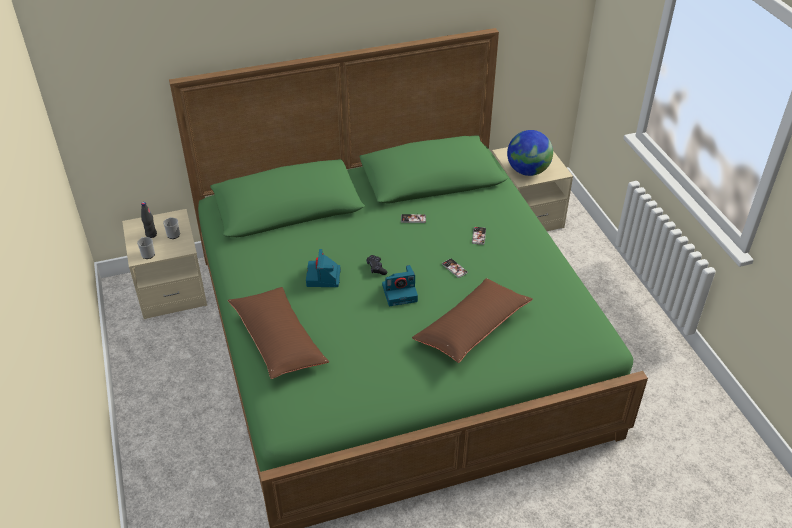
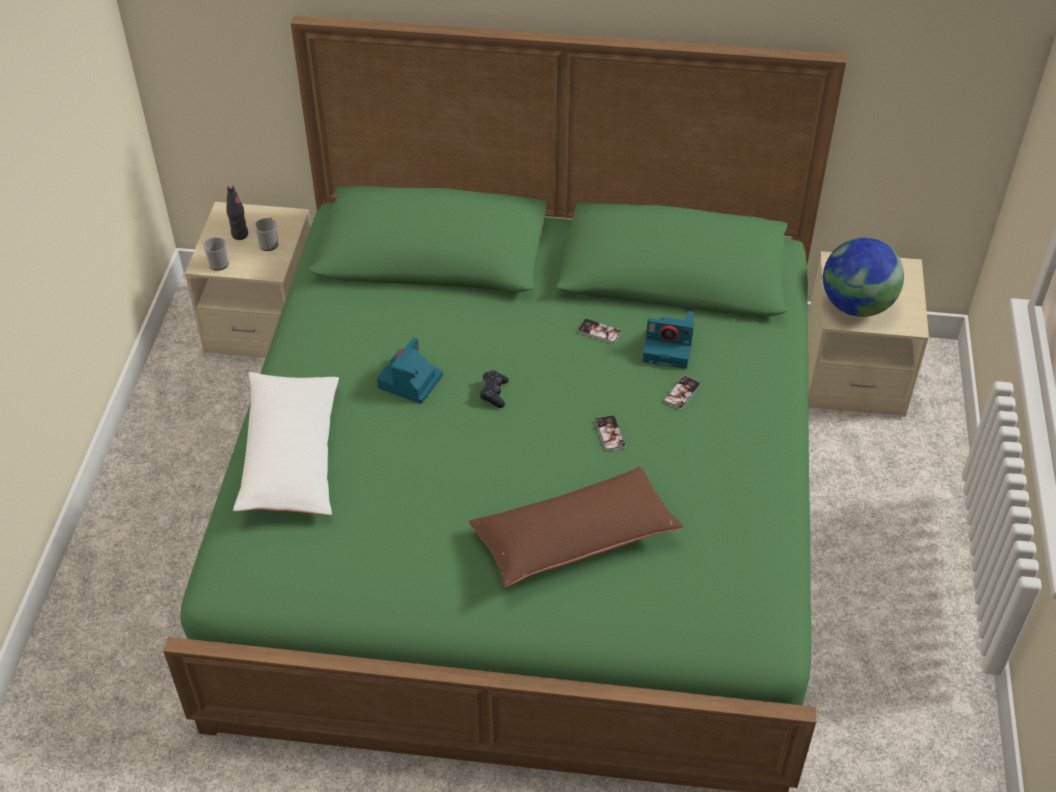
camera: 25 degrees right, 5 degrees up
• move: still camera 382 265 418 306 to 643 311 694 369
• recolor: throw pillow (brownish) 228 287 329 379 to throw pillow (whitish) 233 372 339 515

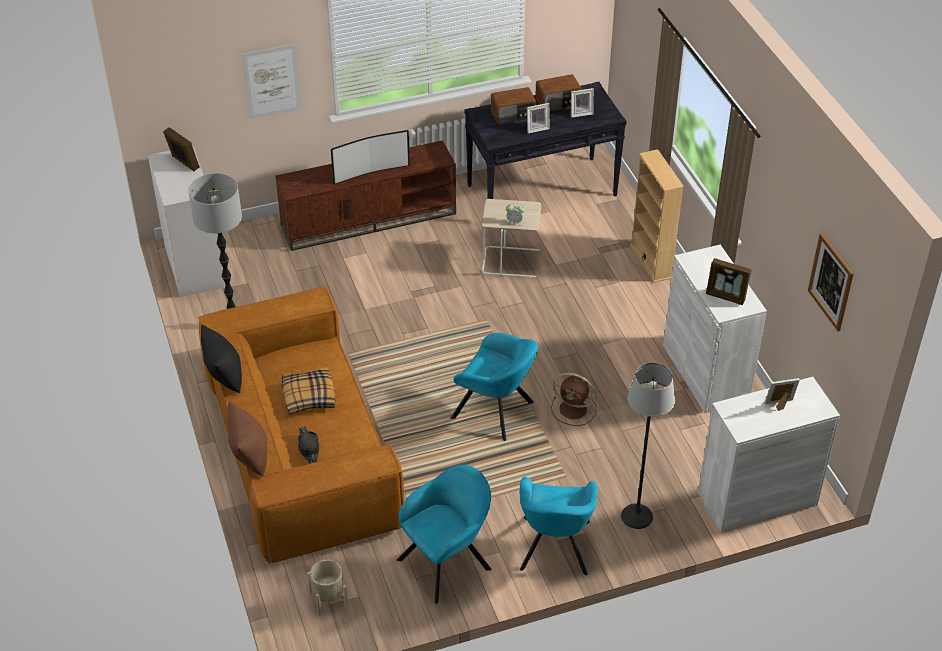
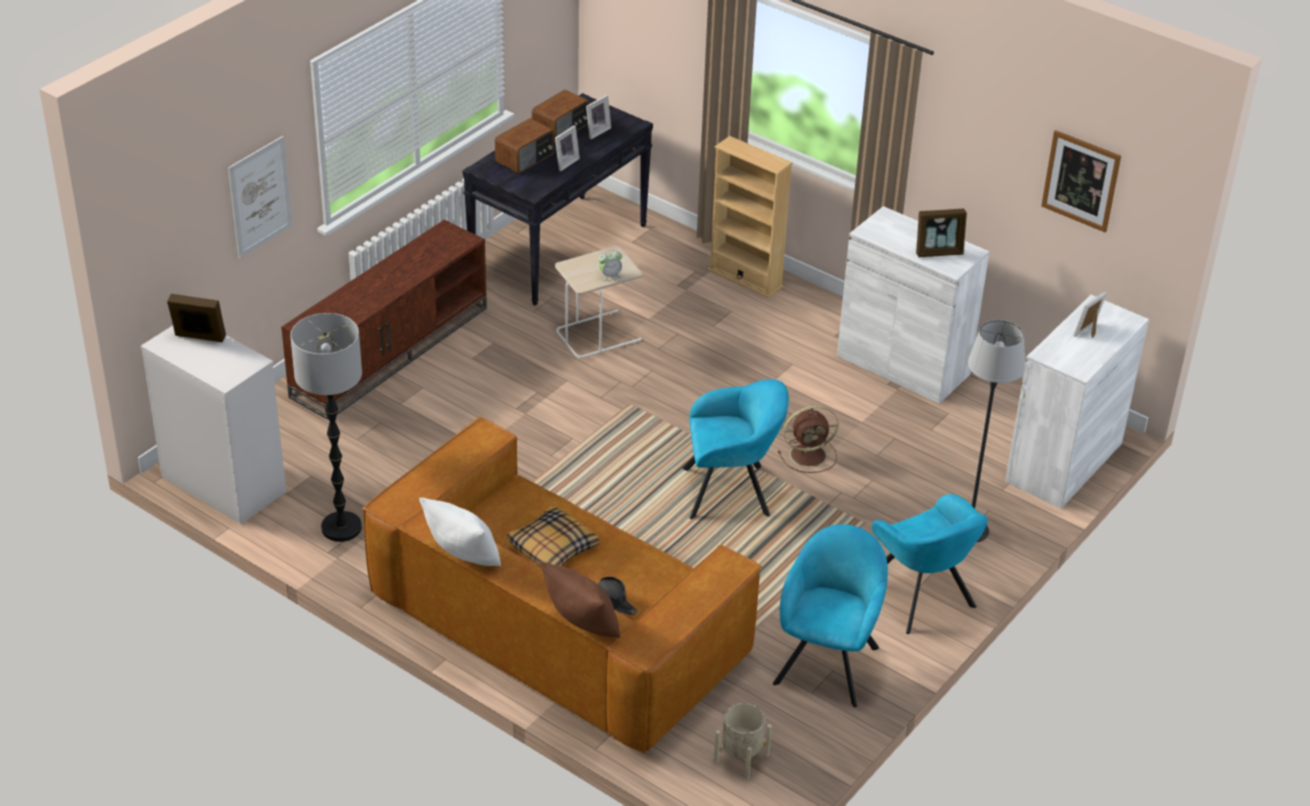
camera: 35 degrees left, 5 degrees down
• delete: TV set 331 130 410 184
• recolor: throw pillow (black-coloured) 201 324 242 394 to throw pillow (whitish) 419 498 501 566

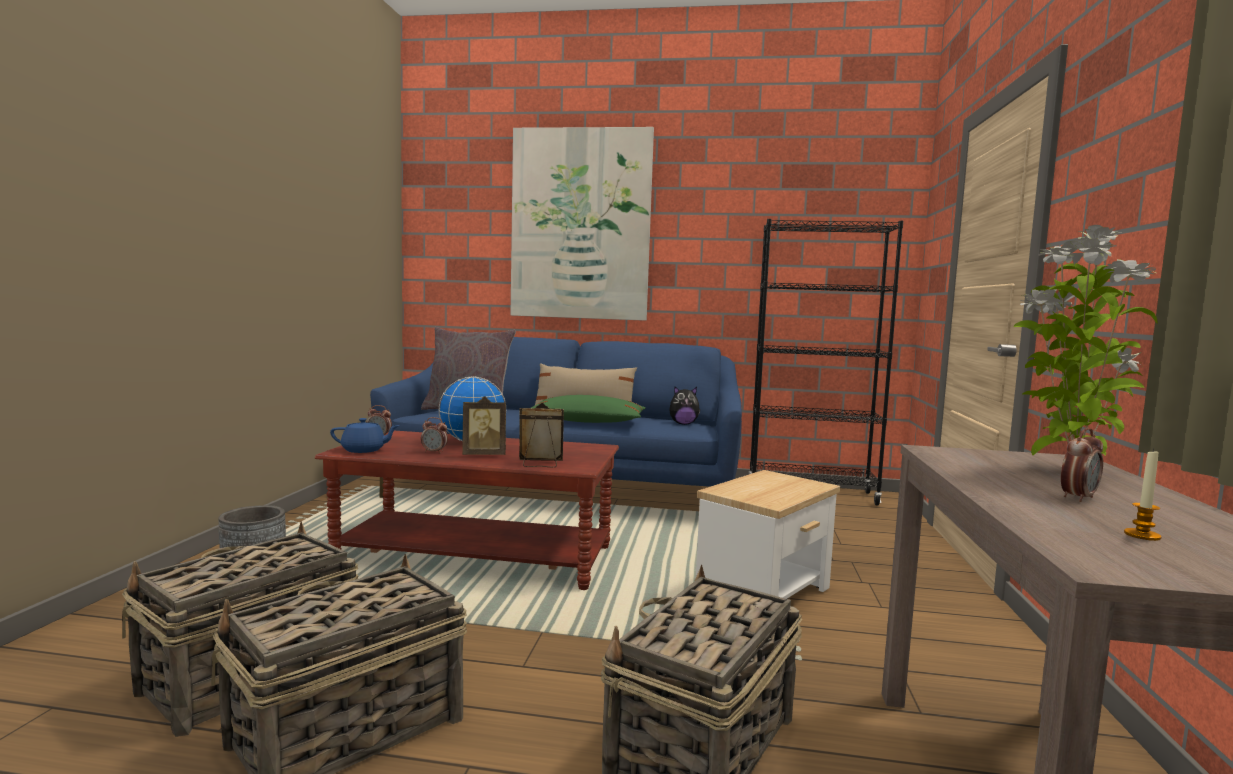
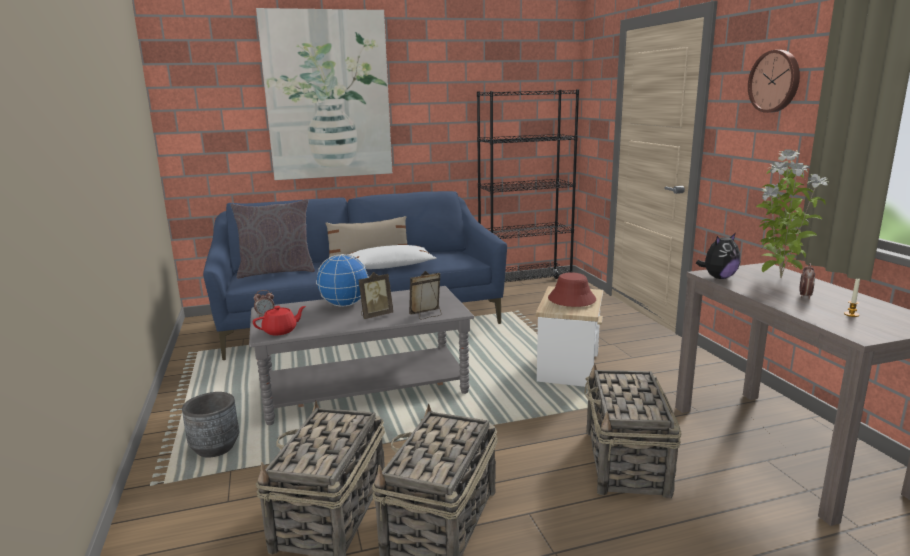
camera: 25 degrees left, 10 degrees up
• delete: table clock 421 417 448 453
• insert: hat (reddish) 548 272 596 307
• insert: clock on the wall 748 50 800 113
• move: soft toy 669 386 700 425 to 696 233 740 279
• recolor: low table (brownish) 315 431 619 590 to low table (gray) 249 286 474 425
• recolor: tea pot (blue-coloured) 330 418 400 453 to tea pot (reddish) 253 306 306 335
• recolor: throw pillow (green-coloured) 531 395 646 423 to throw pillow (whitish) 348 245 436 269

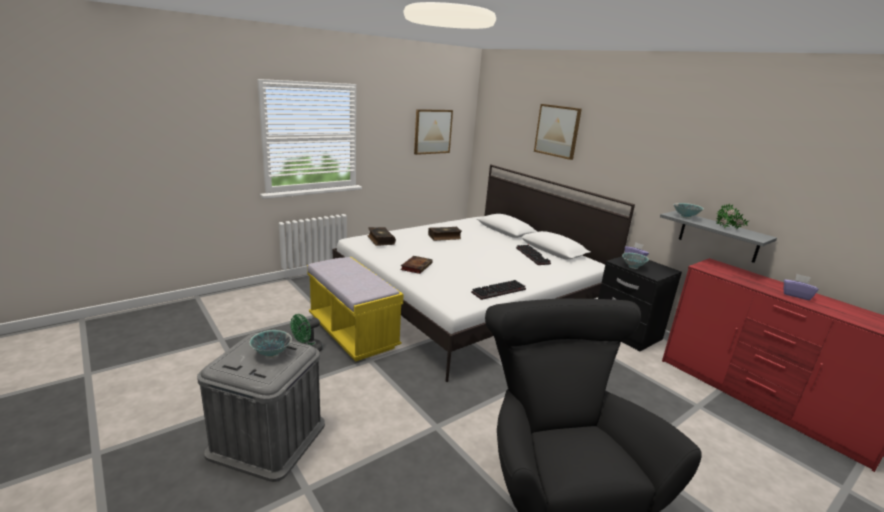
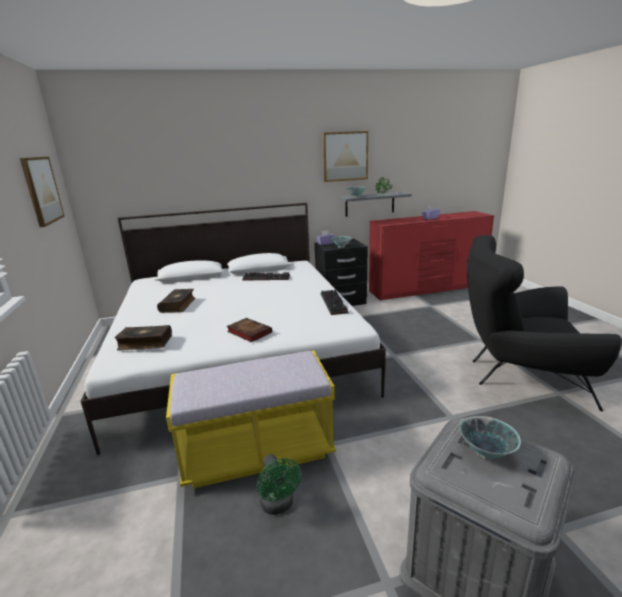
camera: 65 degrees left, 0 degrees up
• move: picture 534 104 582 160 to 323 131 368 182

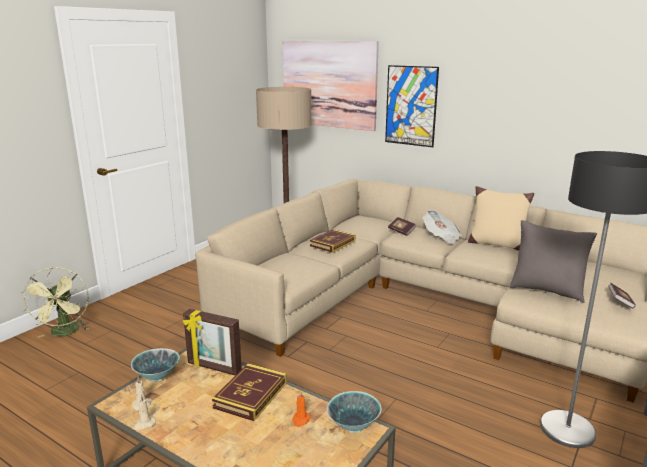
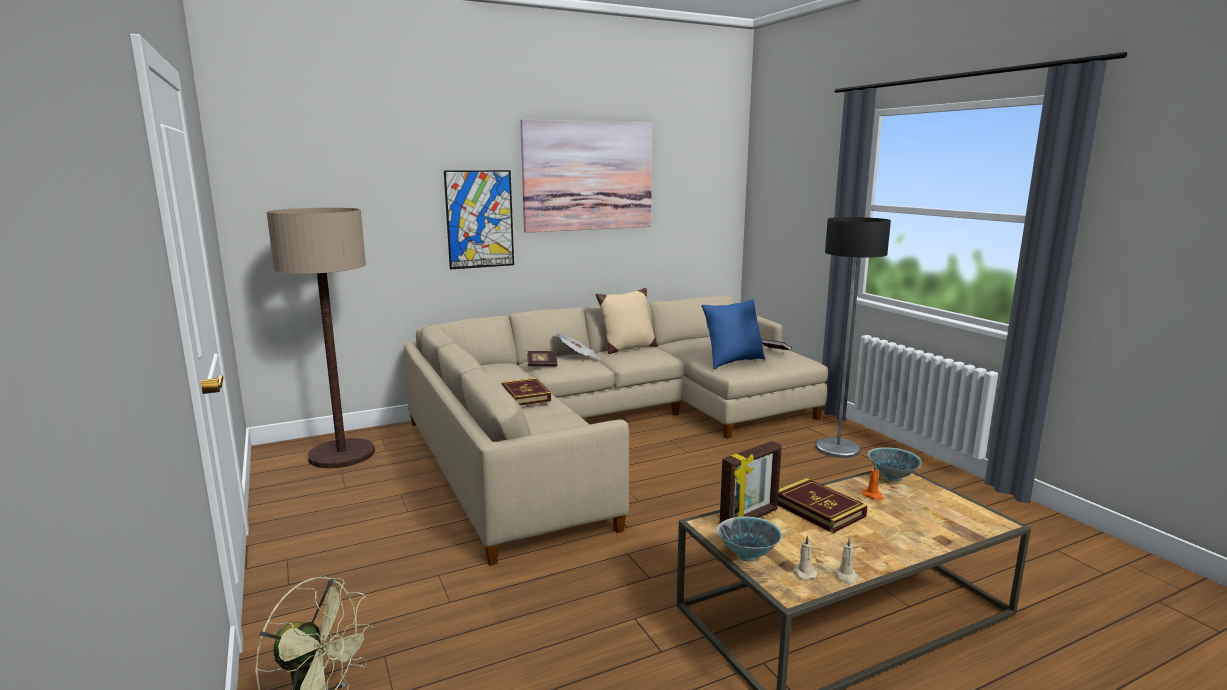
camera: 60 degrees left, 5 degrees down
• move: picture 283 41 379 131 to 520 119 653 233
• recolor: throw pillow (gray) 509 220 597 303 to throw pillow (blue-coloured) 701 299 765 369

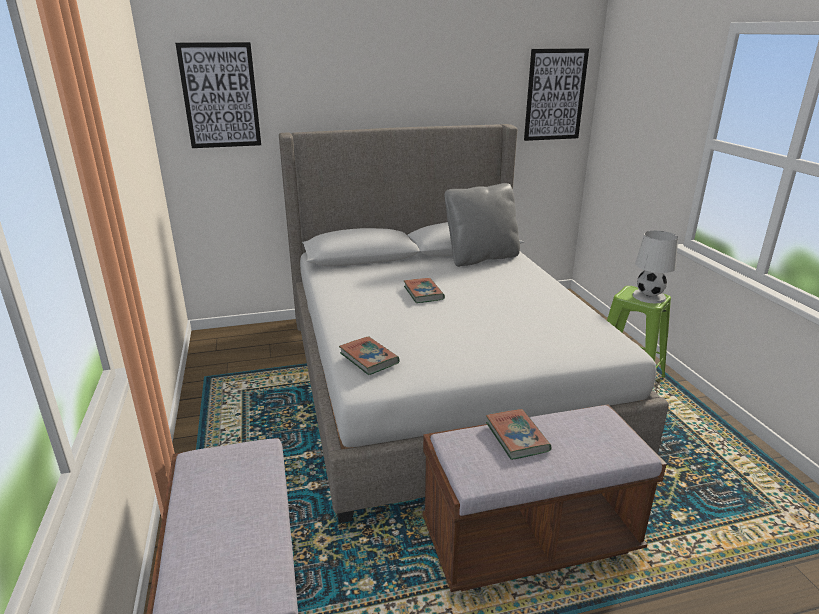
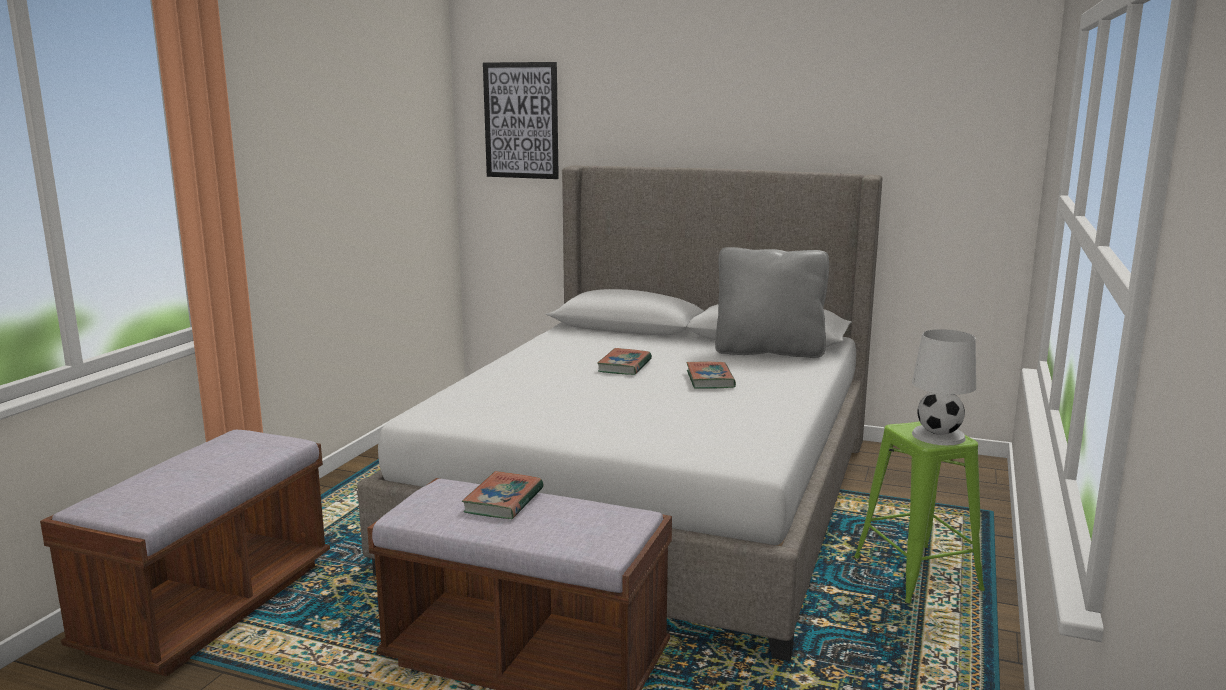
camera: 35 degrees right, 10 degrees down
• delete: picture 524 48 589 141
• move: bound book 339 336 400 375 to 686 362 736 389

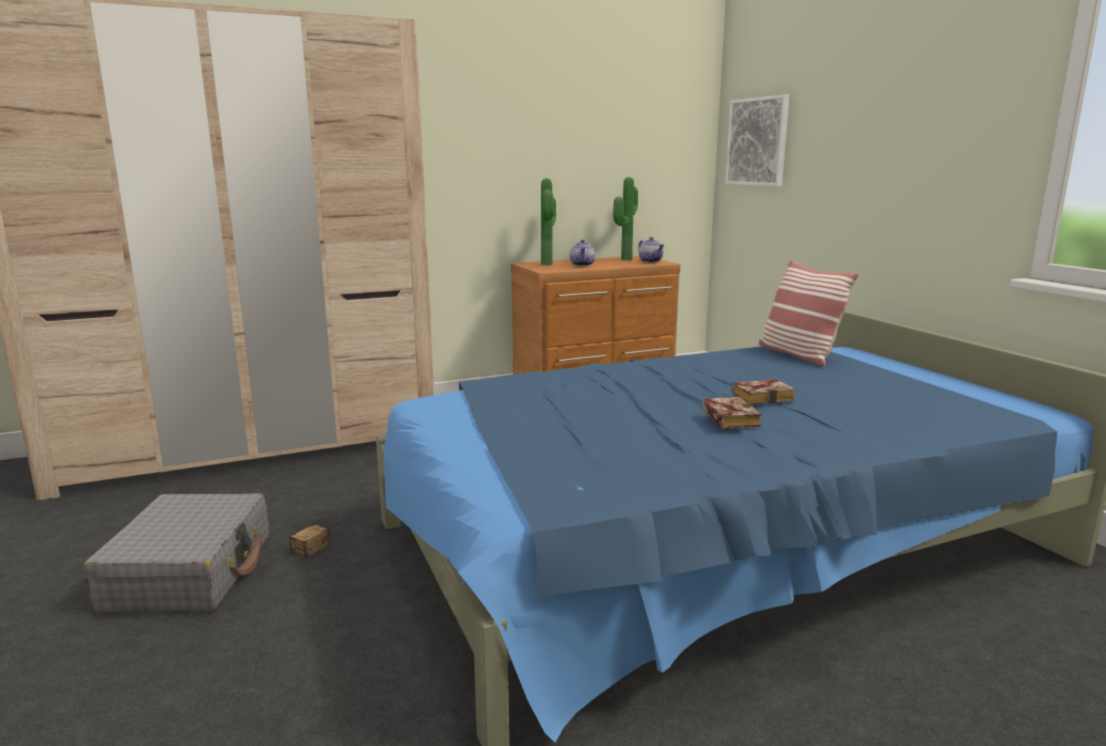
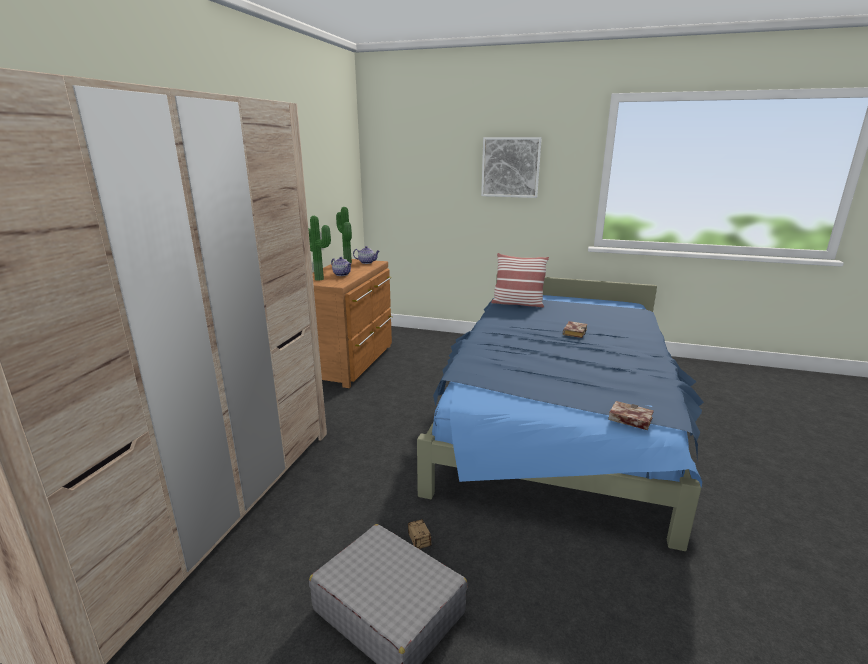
camera: 50 degrees left, 5 degrees up
• move: bound book 702 397 762 429 to 608 401 654 430
• move: picture 725 94 790 187 to 481 137 542 198

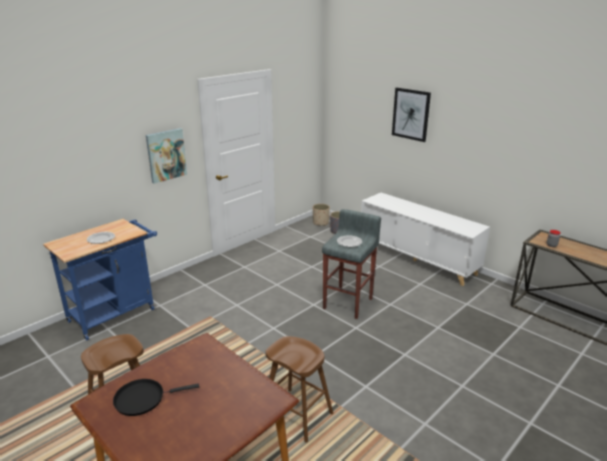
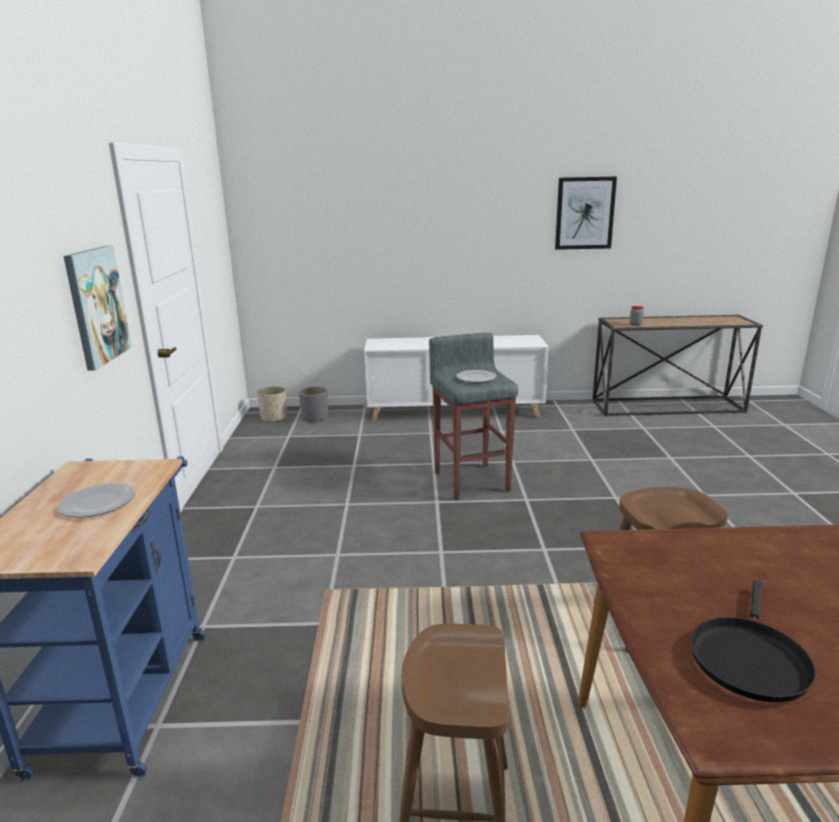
camera: 45 degrees left, 5 degrees down
• move: picture 392 88 431 142 to 555 177 617 250

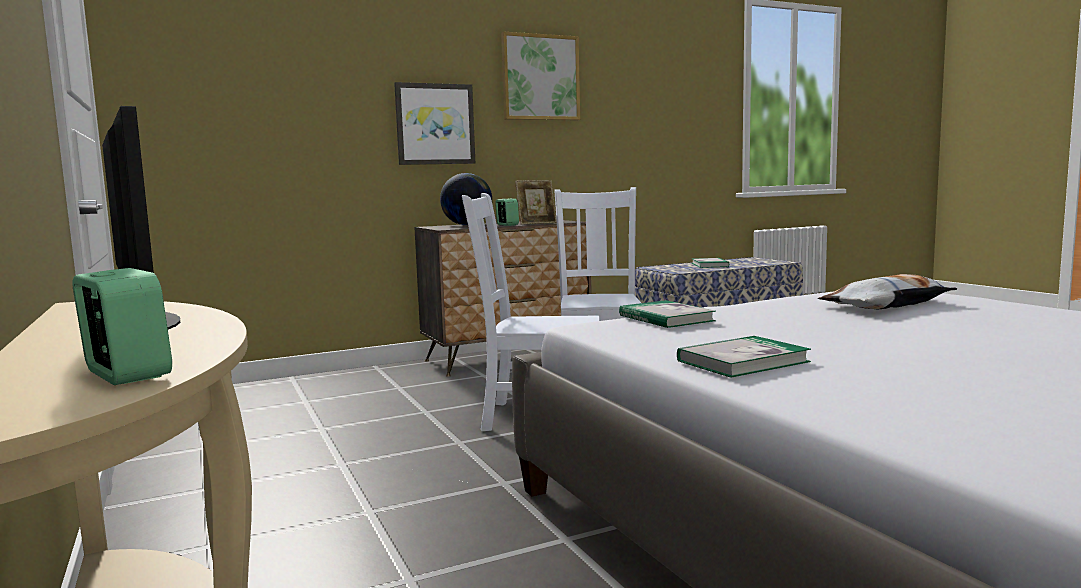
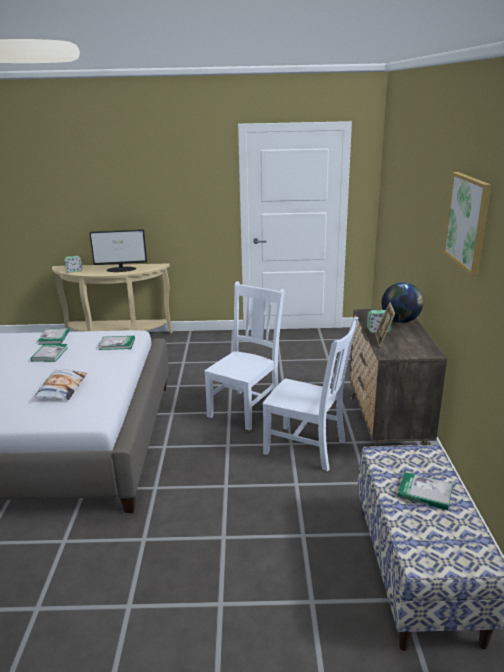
camera: 115 degrees right, 15 degrees up
• delete: picture 394 82 475 165
• insert: bound book 31 344 68 362

